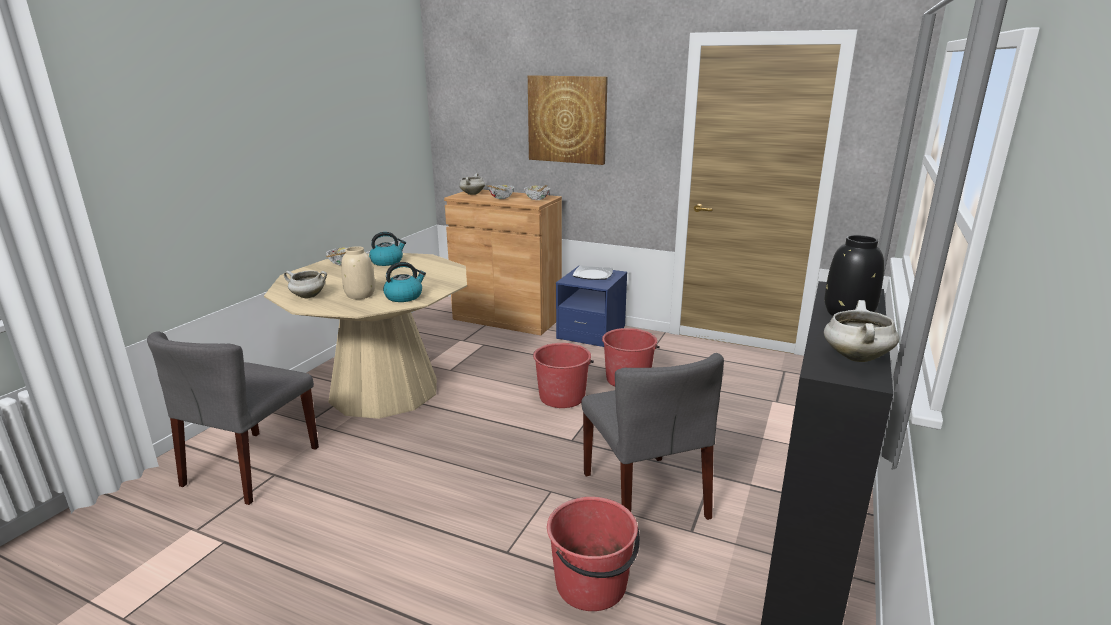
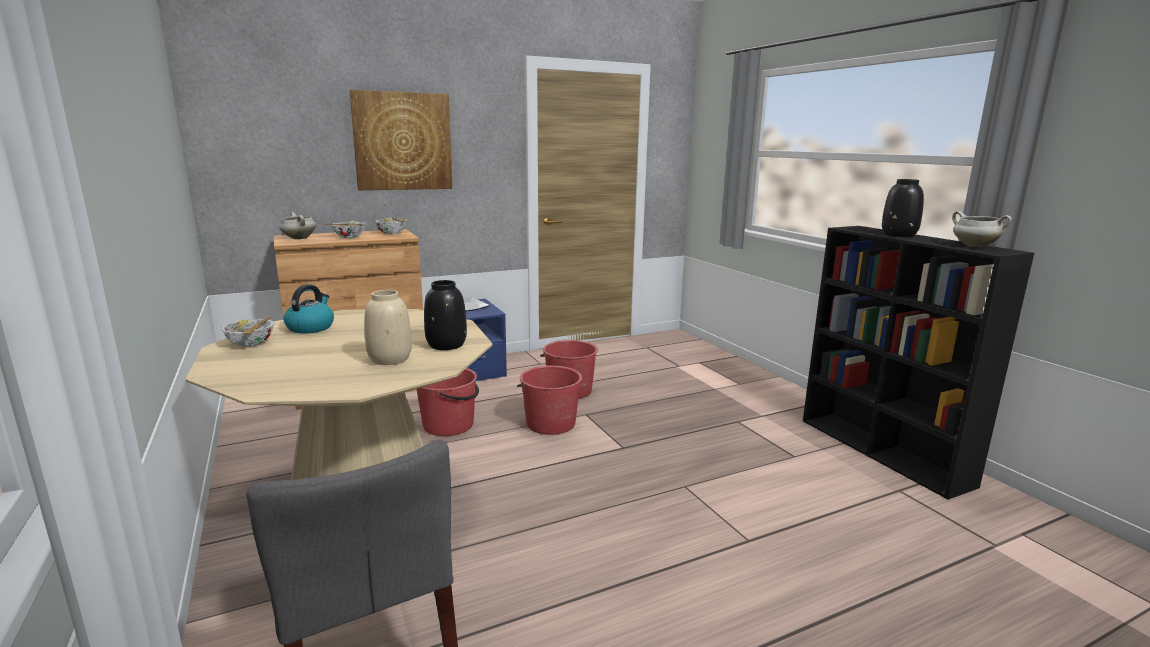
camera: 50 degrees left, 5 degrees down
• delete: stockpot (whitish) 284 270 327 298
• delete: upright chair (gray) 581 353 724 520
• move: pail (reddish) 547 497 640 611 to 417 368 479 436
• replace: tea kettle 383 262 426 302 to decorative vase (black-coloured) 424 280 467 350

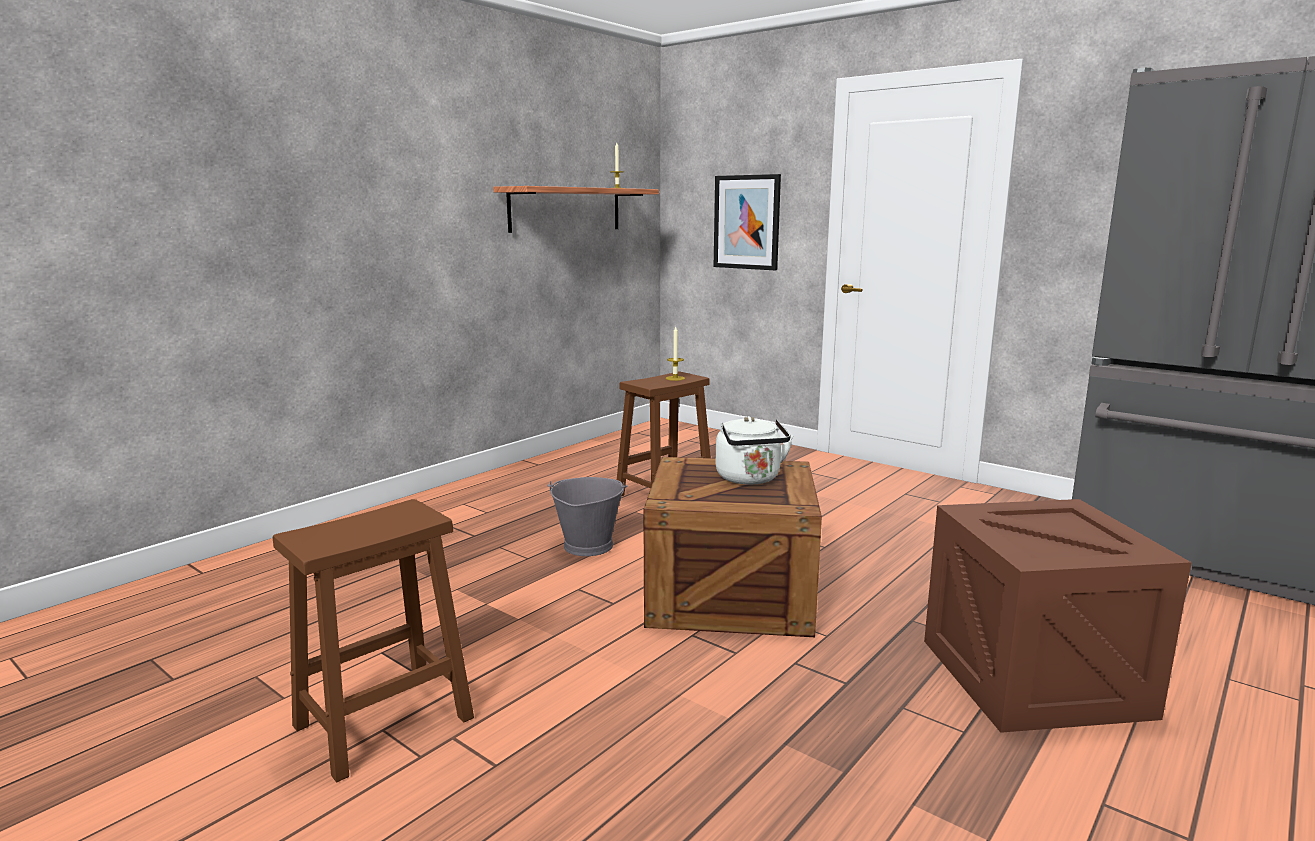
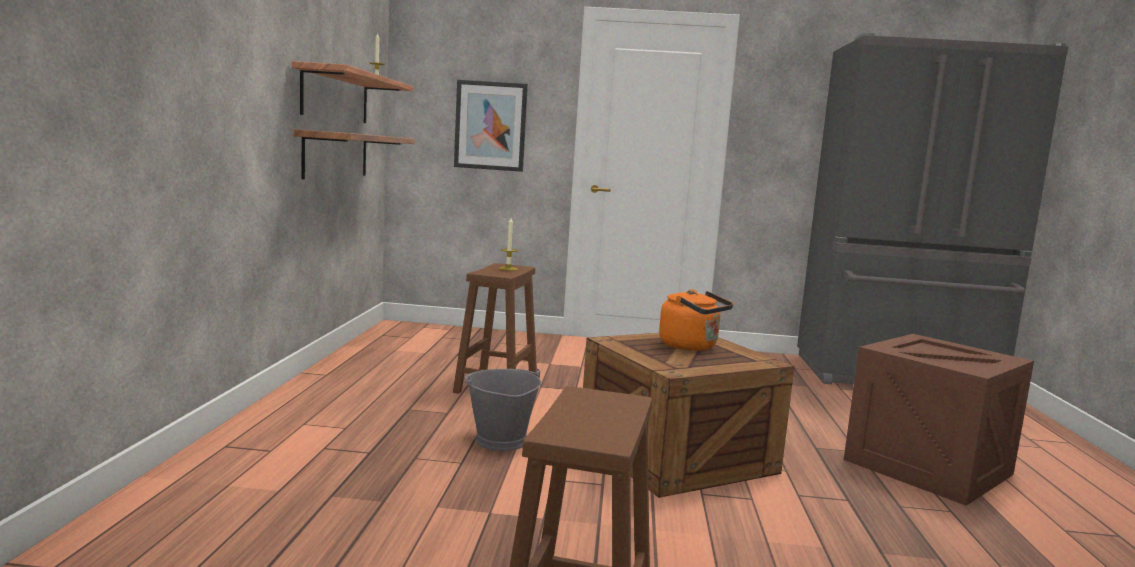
camera: 35 degrees left, 5 degrees down
• insert: bracket shelf 294 129 415 179
• recolor: tea kettle (whitish) 716 416 793 485 to tea kettle (orange) 659 289 733 351

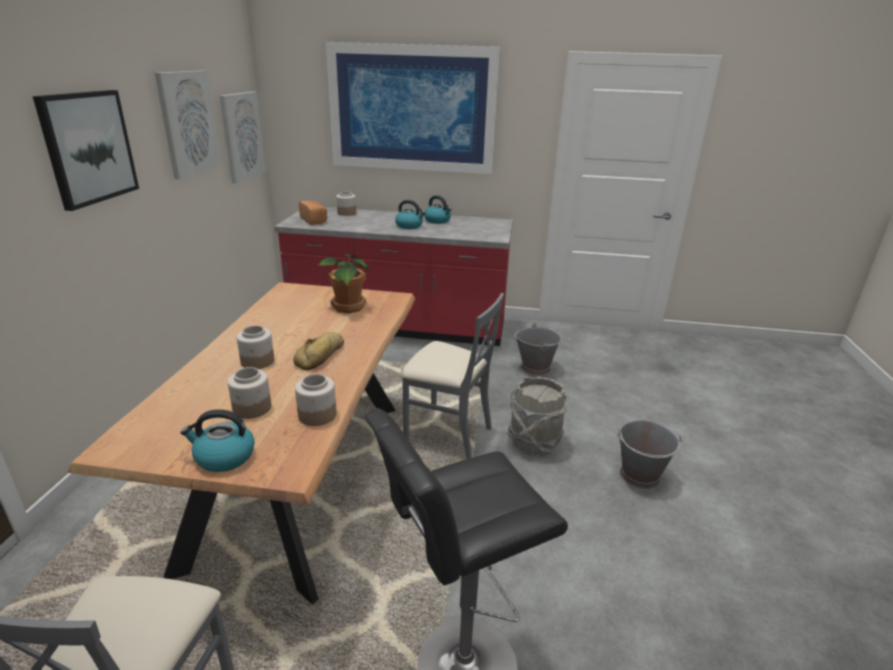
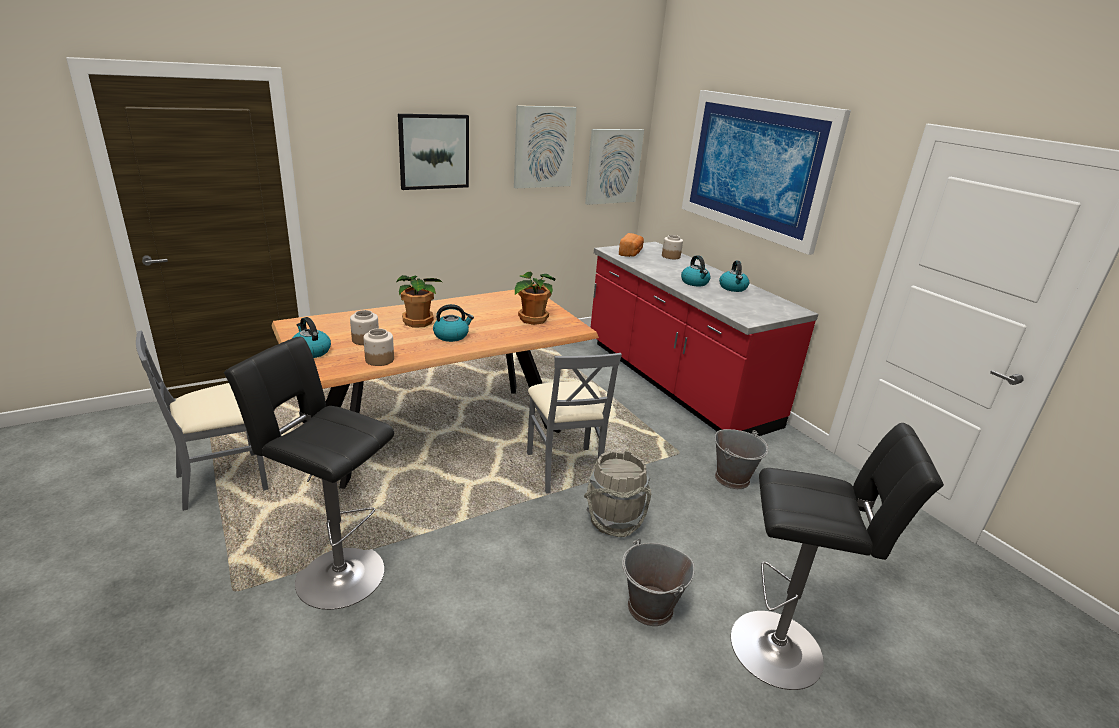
camera: 50 degrees right, 0 degrees up
• insert: stool seat (black-coloured) 731 423 944 690
• replace: preserve jar 237 325 274 369 to potted plant 397 275 443 328
• replace: bakery bread 293 332 344 370 to tea kettle 433 304 474 342

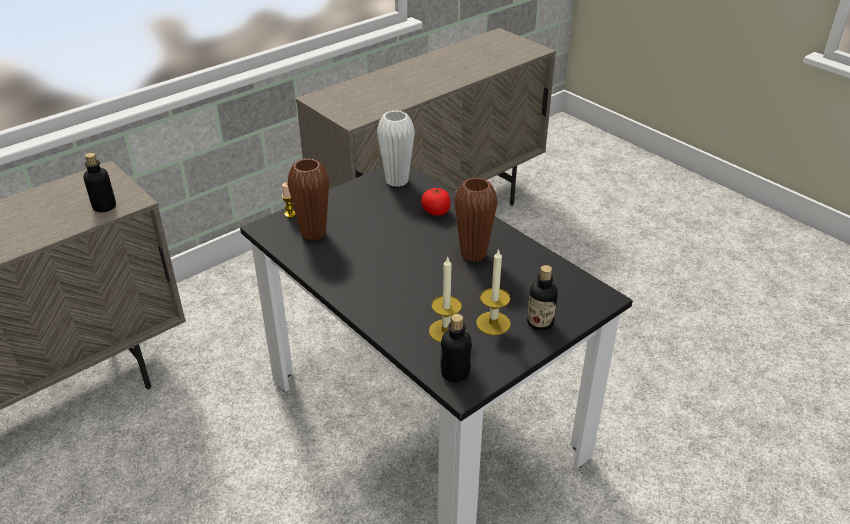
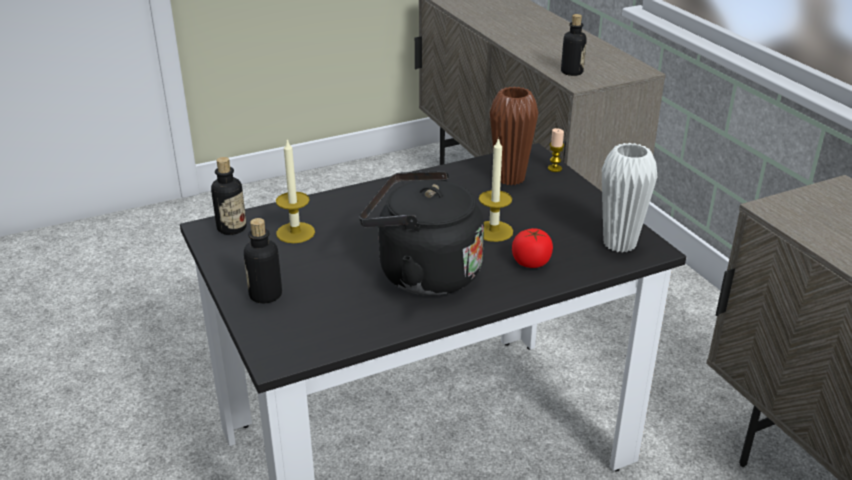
camera: 105 degrees right, 5 degrees down
• move: wax light 476 248 511 335 to 479 137 513 242
• replace: decorative vase (brownish) 454 178 498 262 to tea kettle (black-coloured) 359 171 484 296

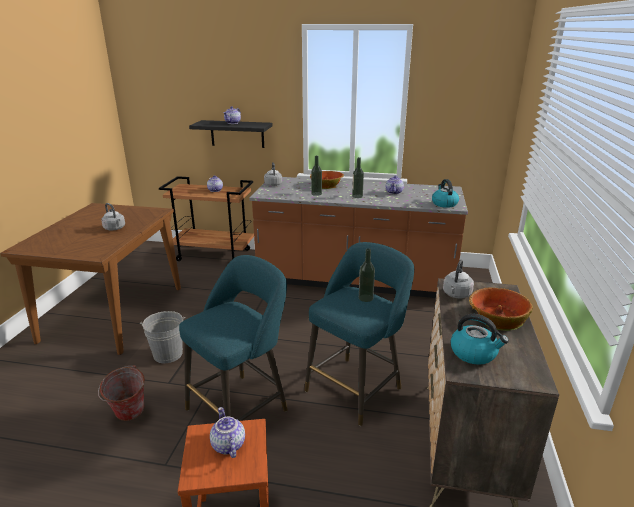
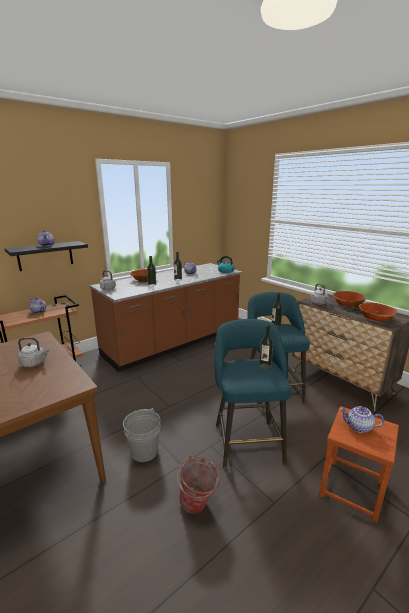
camera: 50 degrees left, 5 degrees down
• insert: drink bottle 259 325 273 370
• replace: tea kettle 451 314 509 365 to deep dish 359 302 397 321

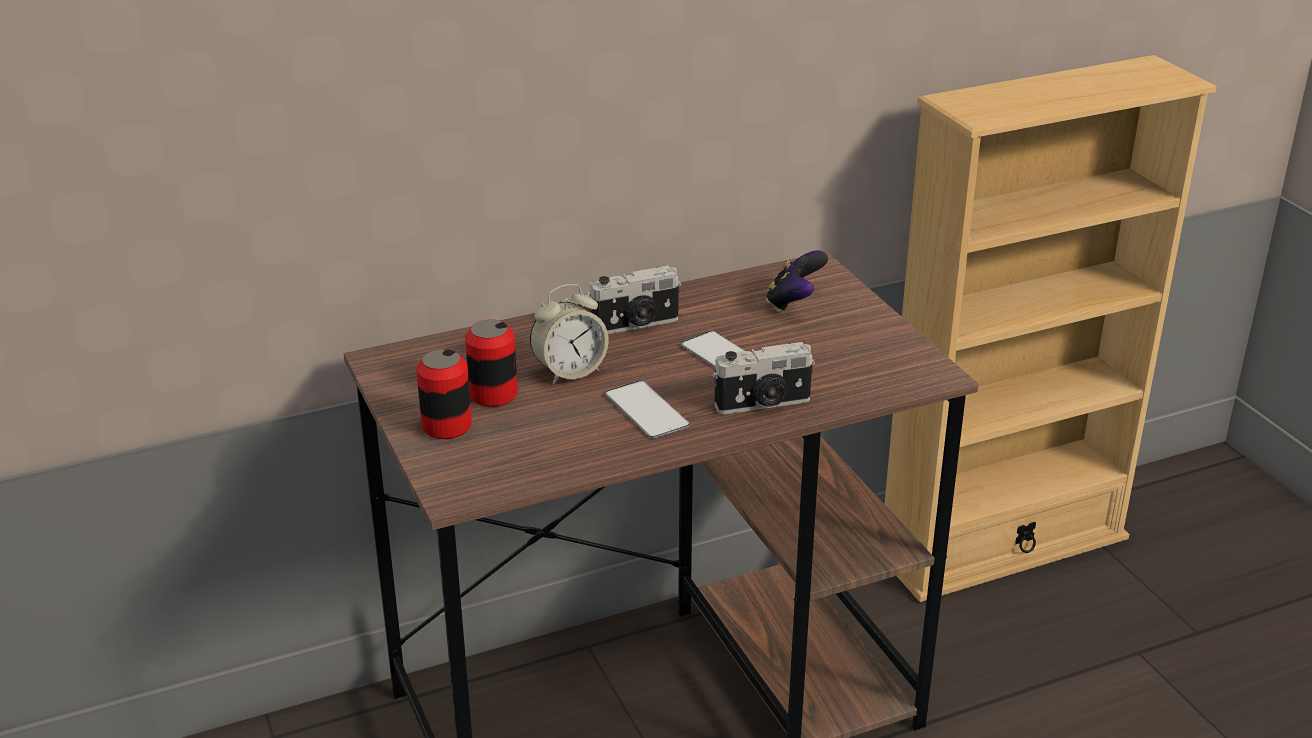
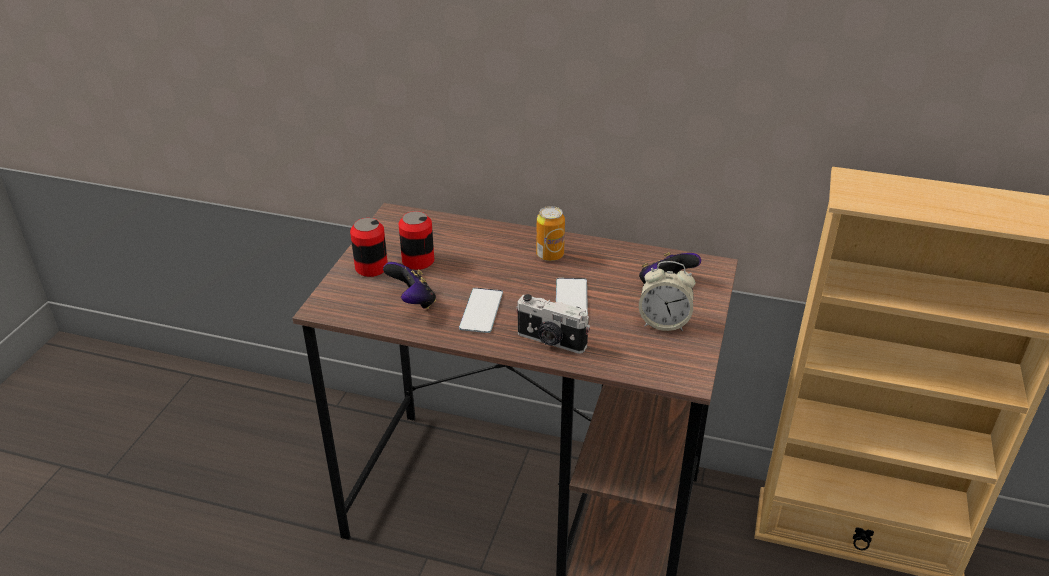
camera: 40 degrees right, 5 degrees up
• insert: game controller 383 262 436 309
• move: table clock 530 284 609 384 to 639 261 695 331
• replace: still camera 590 265 681 334 to metal can 536 206 565 261

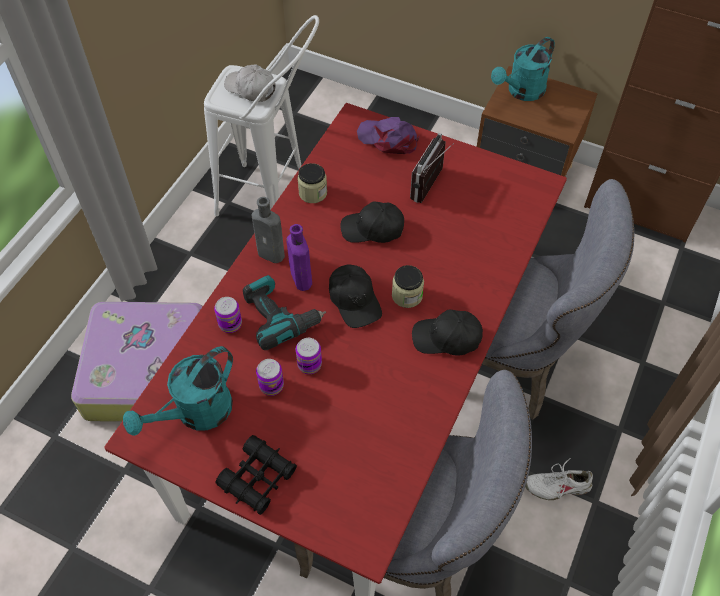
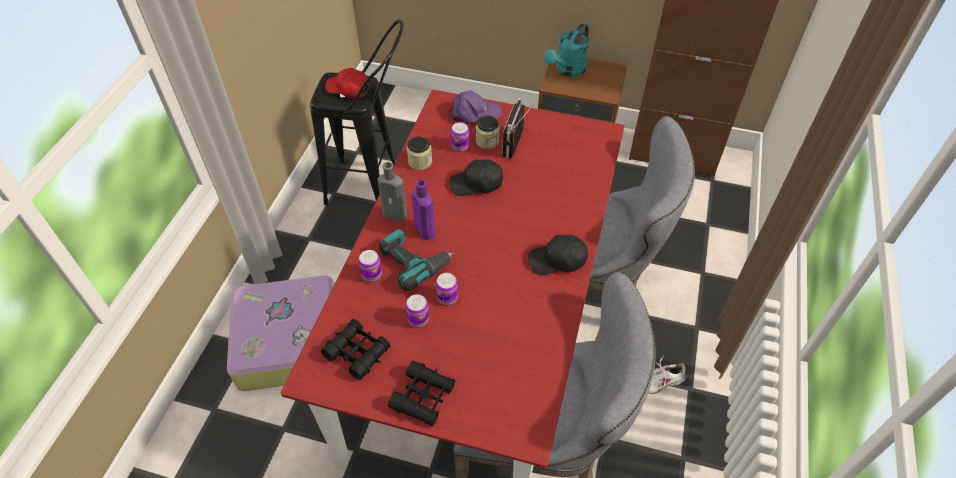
camera: 10 degrees left, 5 degrees down
• delete: baseball cap (black-coloured) 329 264 382 328
• insert: metal can 451 122 469 152
• move: preserve jar 392 265 424 308 to 476 115 500 149
• replace: watering can (blue-green) 123 346 233 436 to field glasses (black-coloured) 321 319 391 380
• recolor: stool seat (whitish) 204 15 319 216 to stool seat (black-coloured) 310 20 403 206
• recolor: baseball cap (whitish) 224 65 276 102 to baseball cap (reddish) 325 68 370 98
• rotate: baseball cap (purple-coloured) 357 117 419 154 = 448 90 502 123 150 degrees clockwise

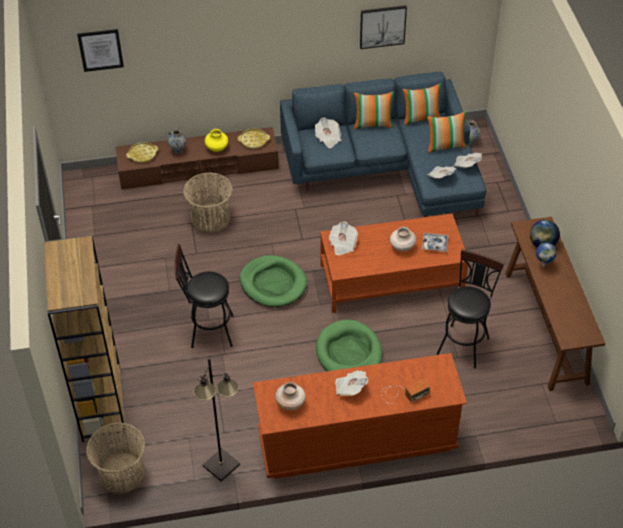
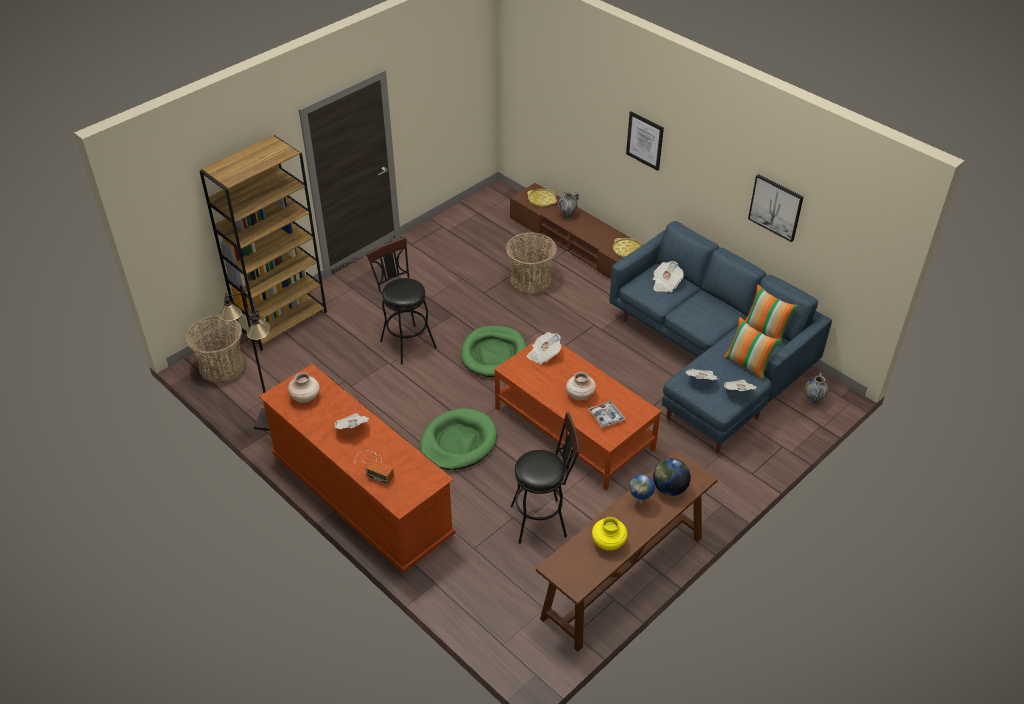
camera: 55 degrees right, 5 degrees down
• delete: throw pillow 354 91 394 129
• move: picture 77 29 124 72 to 626 111 664 171
• move: decorative vase (yellow) 205 129 228 152 to 592 517 627 551

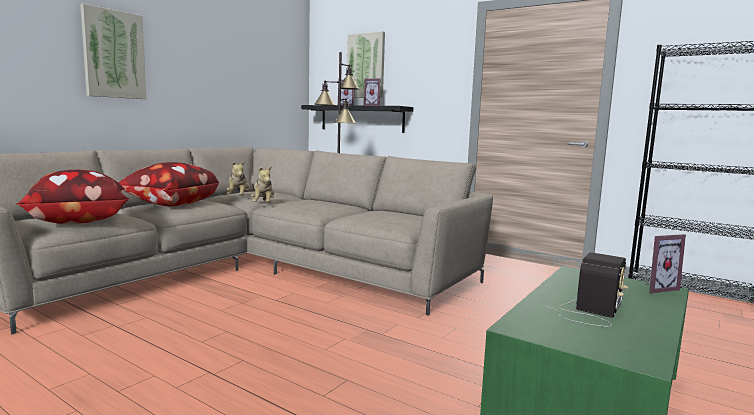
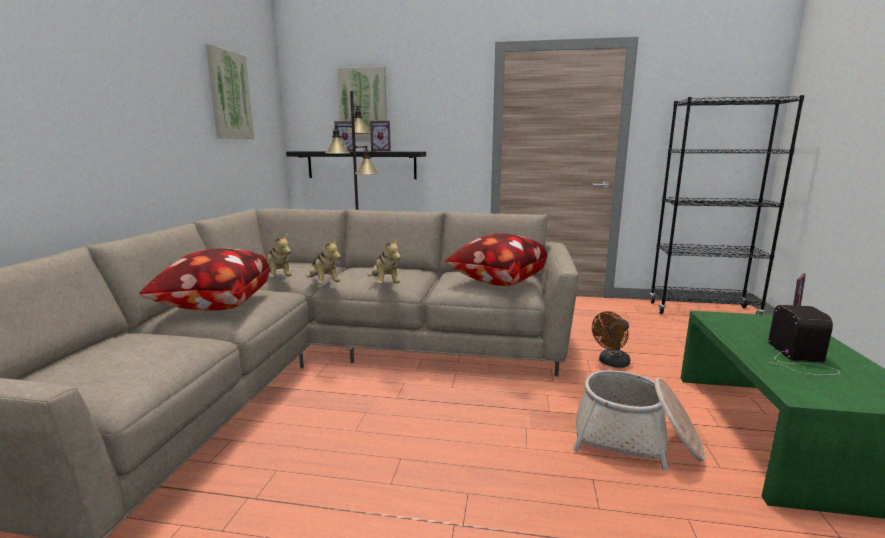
camera: 25 degrees left, 5 degrees up
• insert: soft toy 368 239 401 284
• insert: household basket 573 370 705 471
• insert: electric fan (brownish) 592 312 630 368
• move: throw pillow 16 170 129 224 to 445 233 547 286
• move: picture 80 4 146 99 to 206 44 254 139

